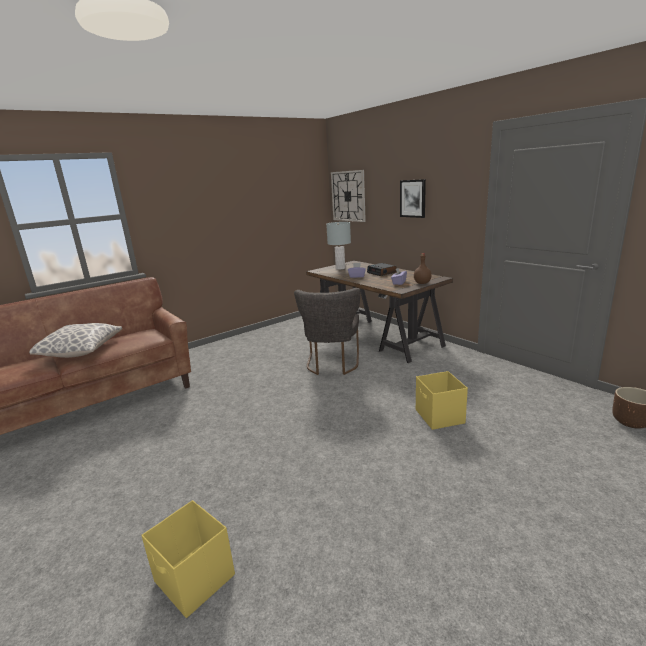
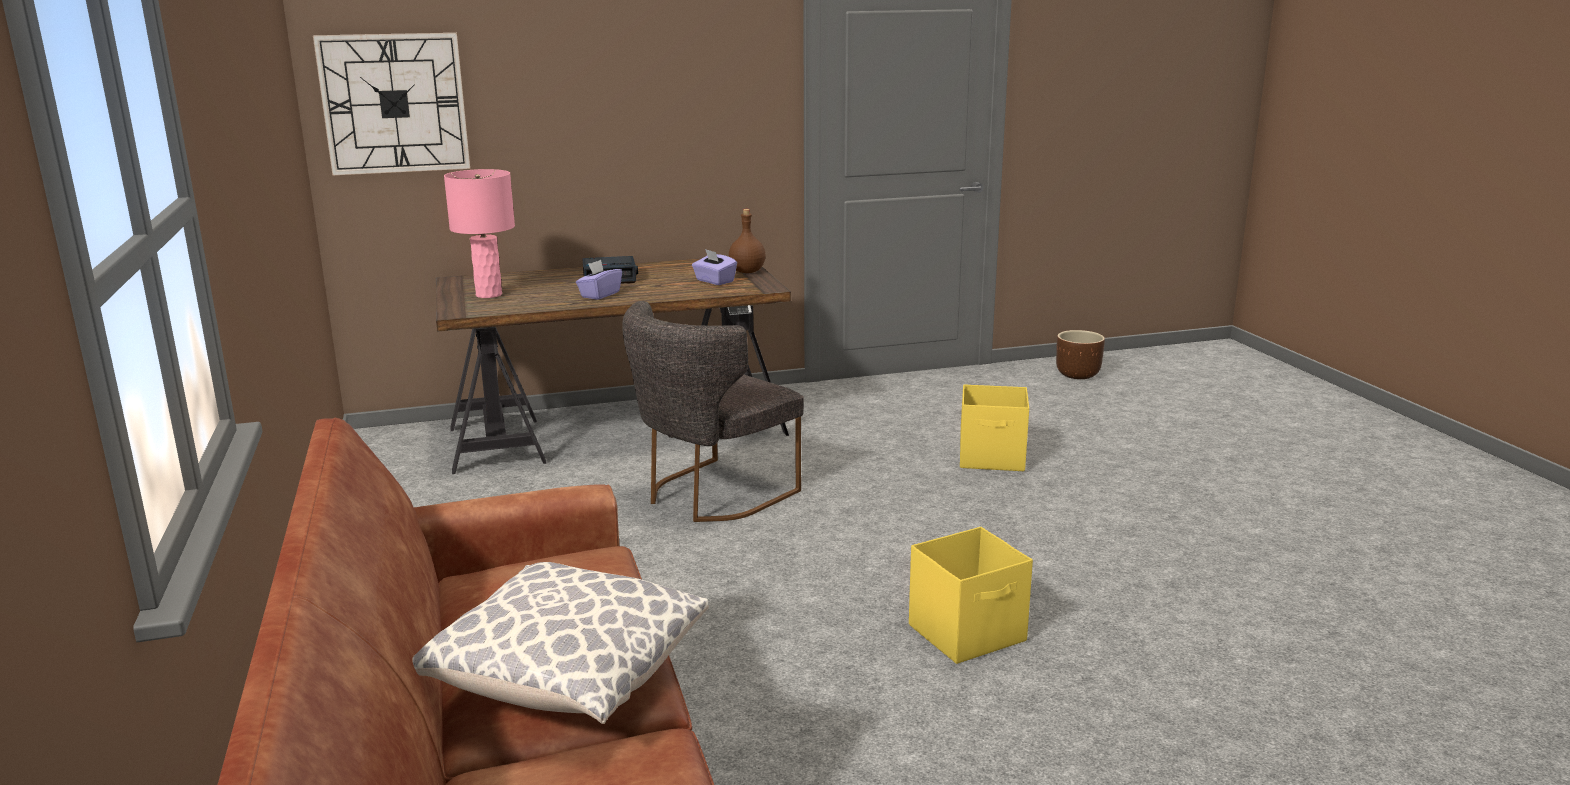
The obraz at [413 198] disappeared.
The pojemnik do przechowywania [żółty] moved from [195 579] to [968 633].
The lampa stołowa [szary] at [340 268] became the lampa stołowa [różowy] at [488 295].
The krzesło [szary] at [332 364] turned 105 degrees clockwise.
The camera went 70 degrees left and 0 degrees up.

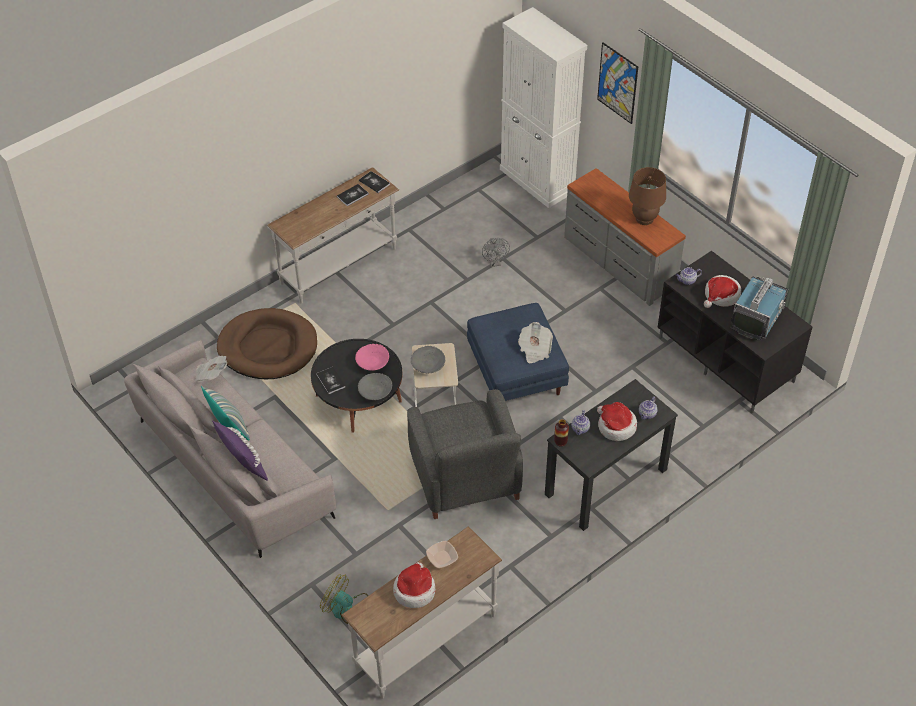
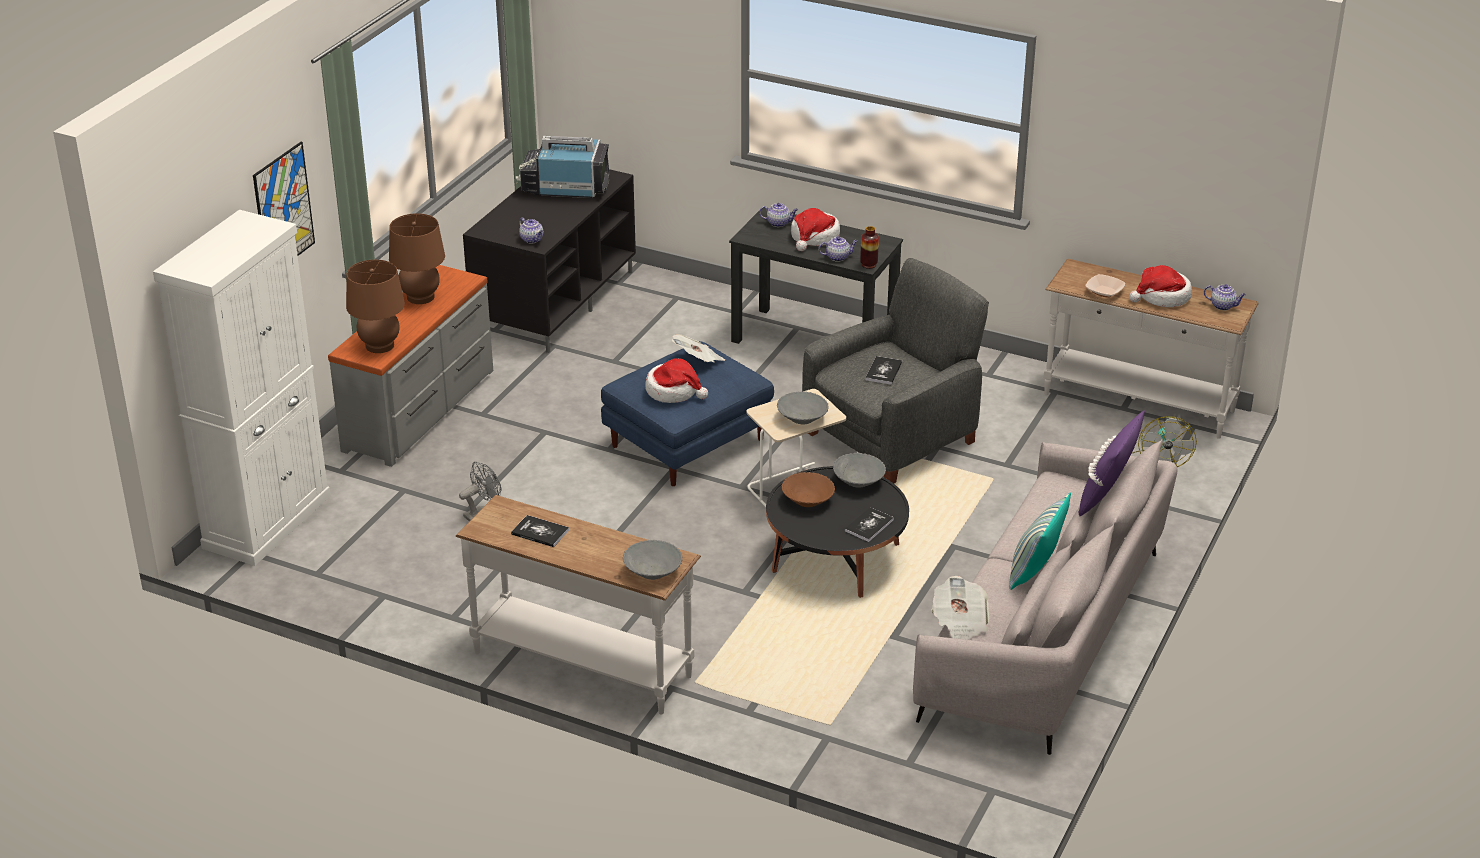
The legowisko [brązowy] at [268 347] disappeared.
The lampa stołowa [brązowy] at [379 345] appeared.
The miska [szary] at [653 571] appeared.
The imbryk at [1223 306] appeared.
The książka moved from [374 182] to [883 371].
The kapelusz moved from [721 296] to [673 391].
The miska [różowy] at [372 363] became the miska [brązowy] at [808 500].
The camera went 115 degrees left and 15 degrees down.

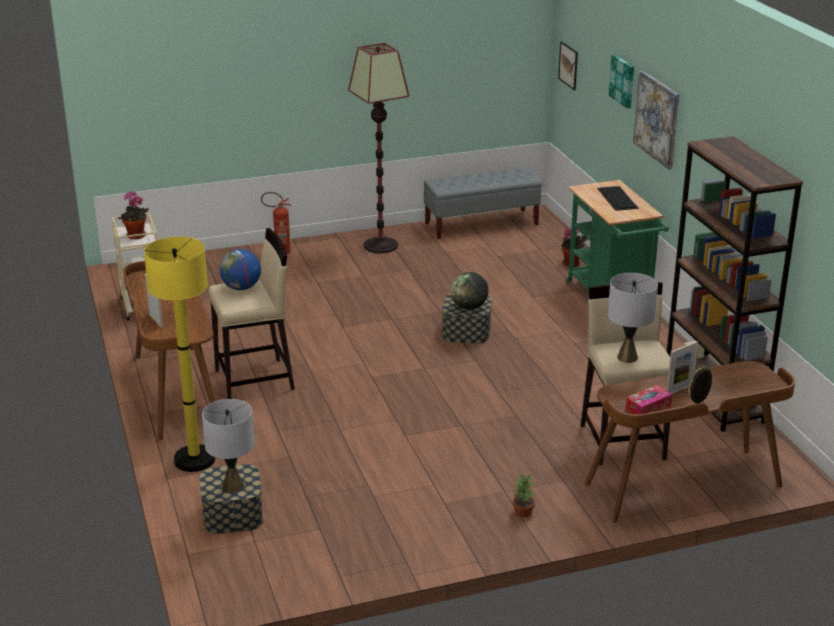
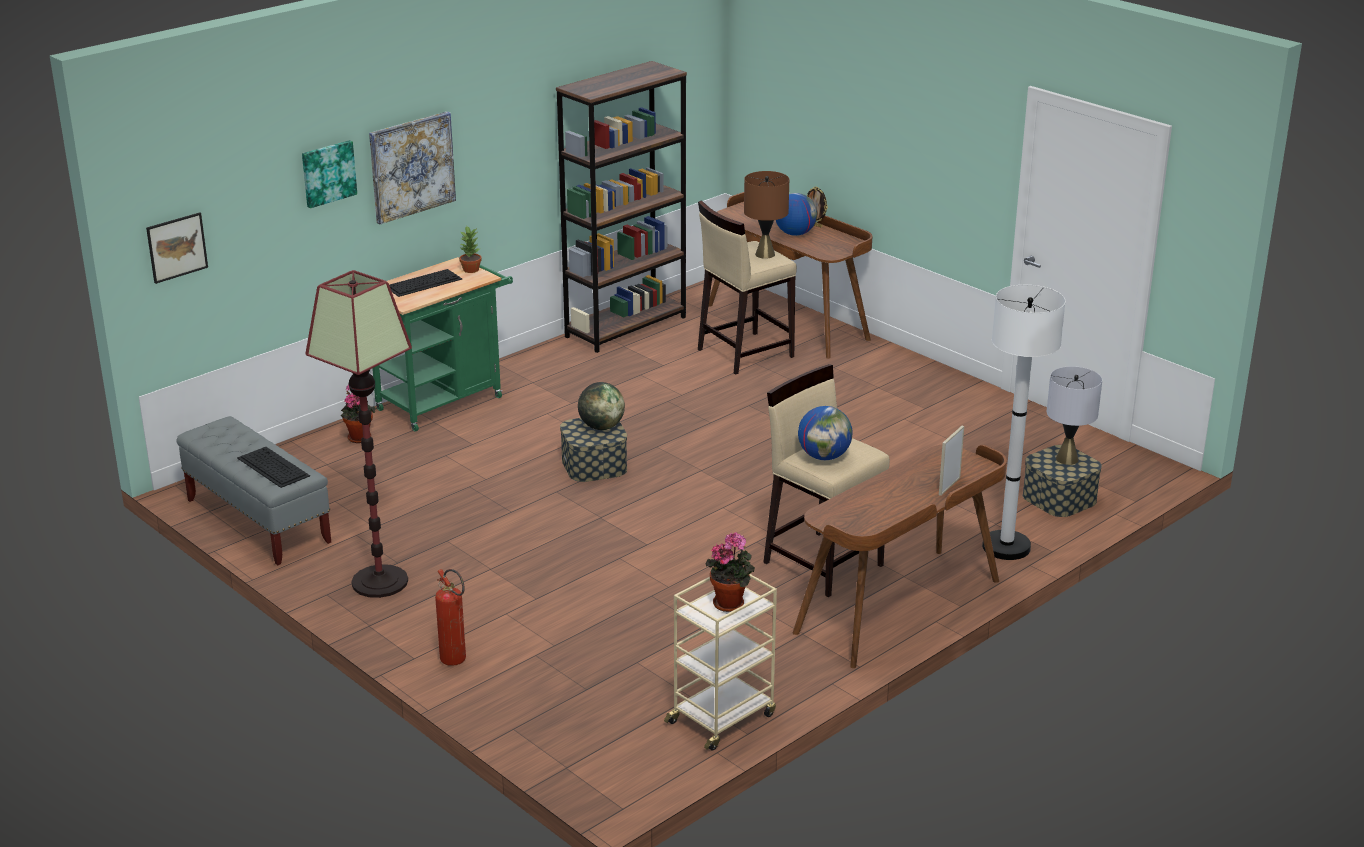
The pudełko chusteczek at [648 407] disappeared.
The klawiatura at [272 467] appeared.
The roślina doniczkowa moved from [523 512] to [471 269].
The ramka na zdjęcie at [679 390] was replaced by the globus at [795 233].
The lampa stojąca [żółty] at [194 460] became the lampa stojąca [biały] at [1006 547].
The lampa stołowa [szary] at [627 357] became the lampa stołowa [brązowy] at [765 254].
The camera went 115 degrees left and 0 degrees up.

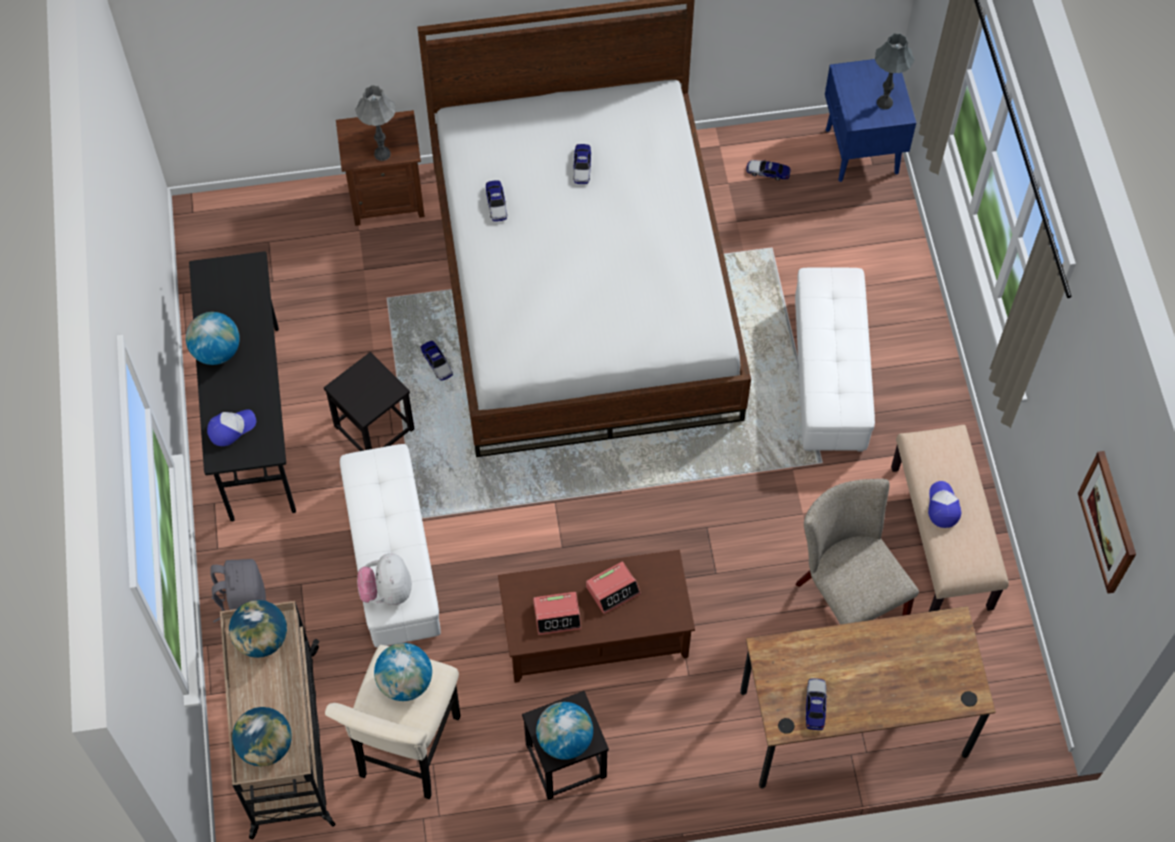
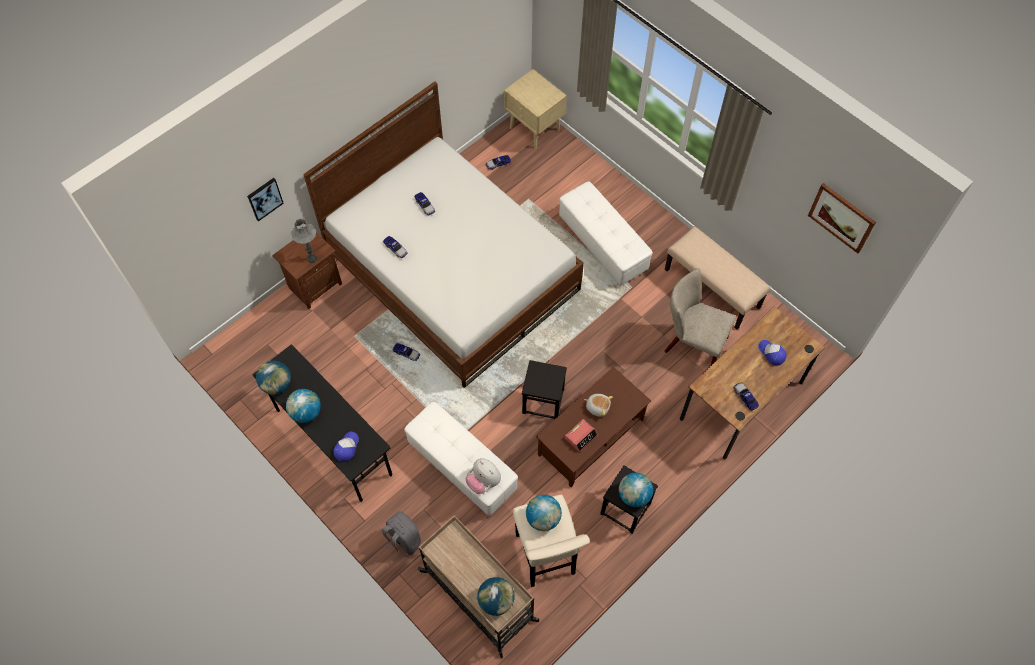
The lampa stołowa [szary] at [884 103] disappeared.
The obraz at [264 198] appeared.
The globus moved from [262 639] to [277 384].
The stołek [czarny] moved from [375 427] to [543 401].
The czapka z daszkiem moved from [942 506] to [771 353].
The budzik at [613 590] was replaced by the pluszak at [597 406].
The szafka nocna [niebieski] at [861 152] became the szafka nocna [beżowy] at [535 129].
The camera went 35 degrees left and 0 degrees up.

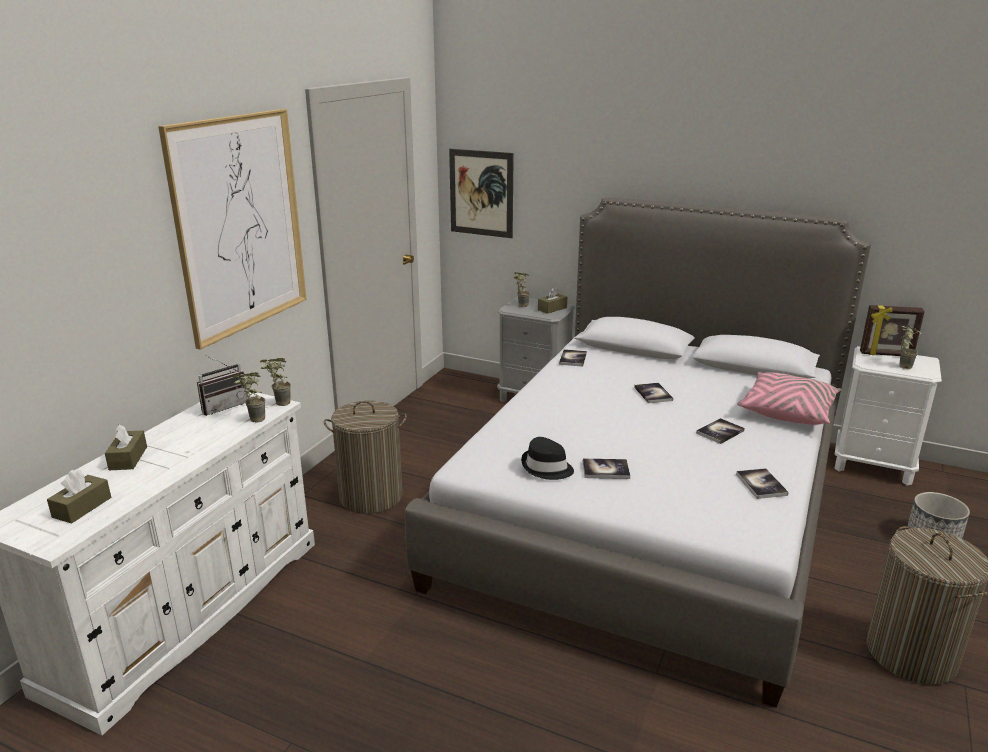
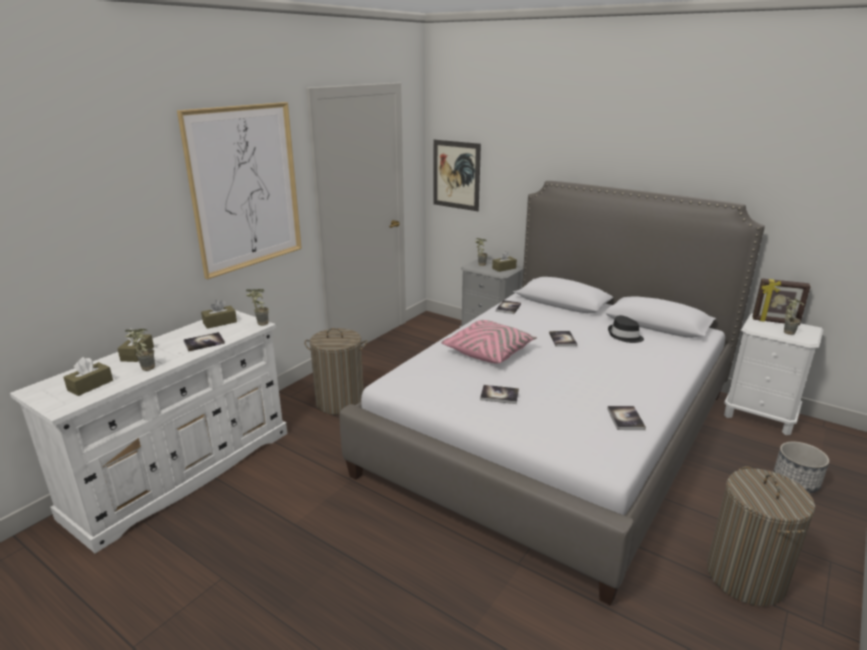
The roślina doniczkowa moved from [253 420] to [144 369].
The kapelusz [czarny] moved from [546 468] to [624 336].
The książka moved from [720 432] to [204 342].
The poduszka [różowy] moved from [787 411] to [489 352].
The radio at [223 406] was replaced by the pudełko chusteczek [brązowy] at [220 322].
The camera went 10 degrees right and 0 degrees up.

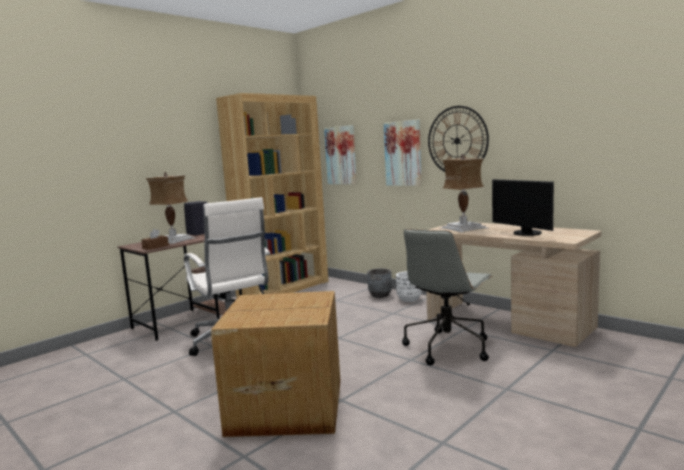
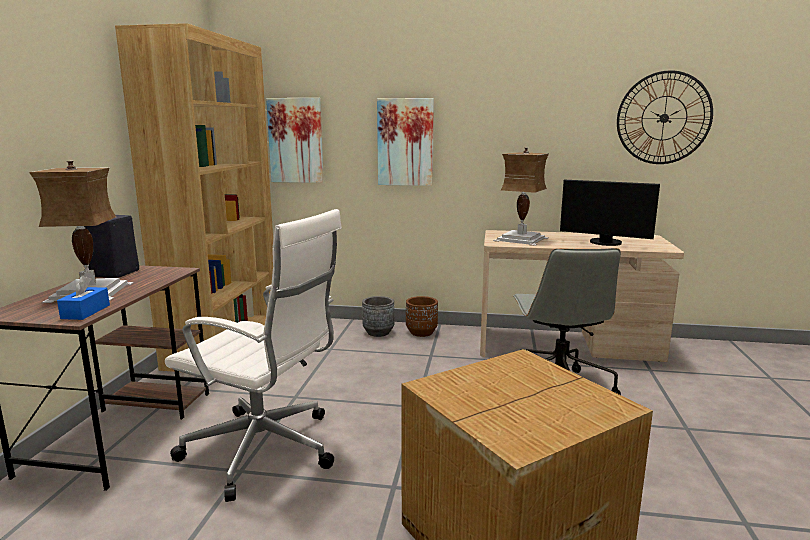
The zegar ścienny moved from [457 141] to [664 118].
The pudełko chusteczek [brązowy] at [155 247] became the pudełko chusteczek [niebieski] at [85 312].
The donica [biały] at [409 299] became the donica [brązowy] at [421 332].
The camera went 35 degrees left and 5 degrees up.

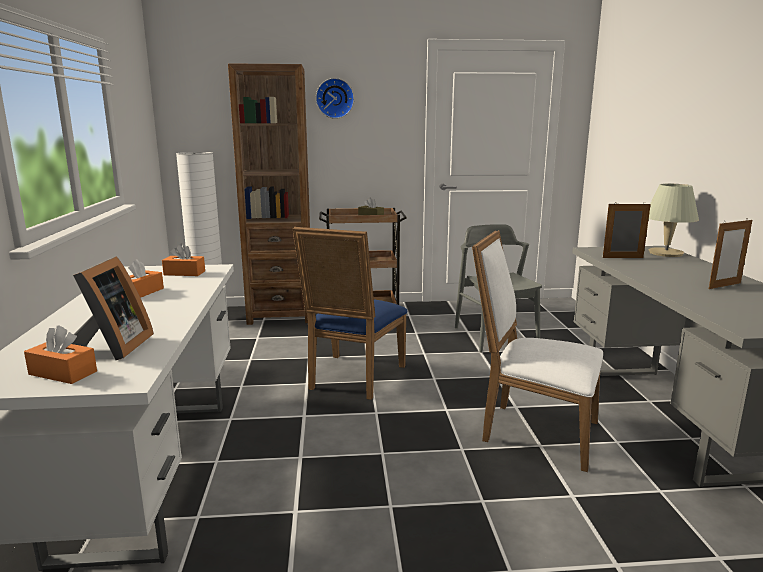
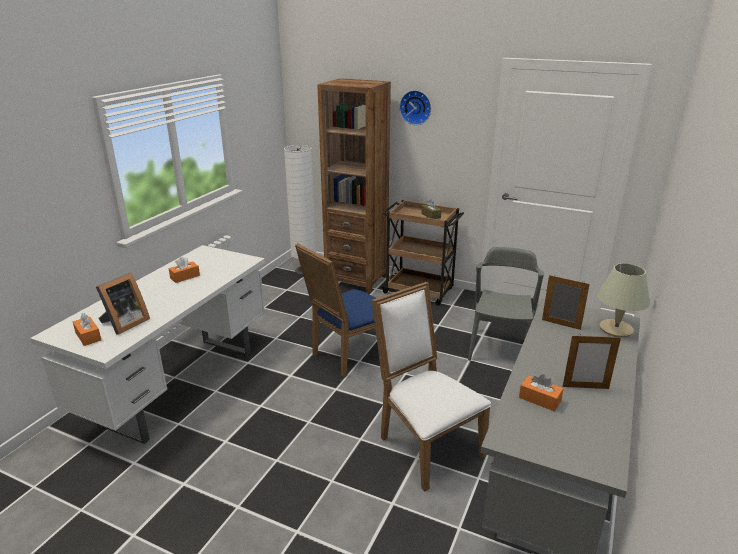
The pudełko chusteczek [pomarańczowy] moved from [184 273] to [539 399].
The camera went 30 degrees right and 10 degrees up.

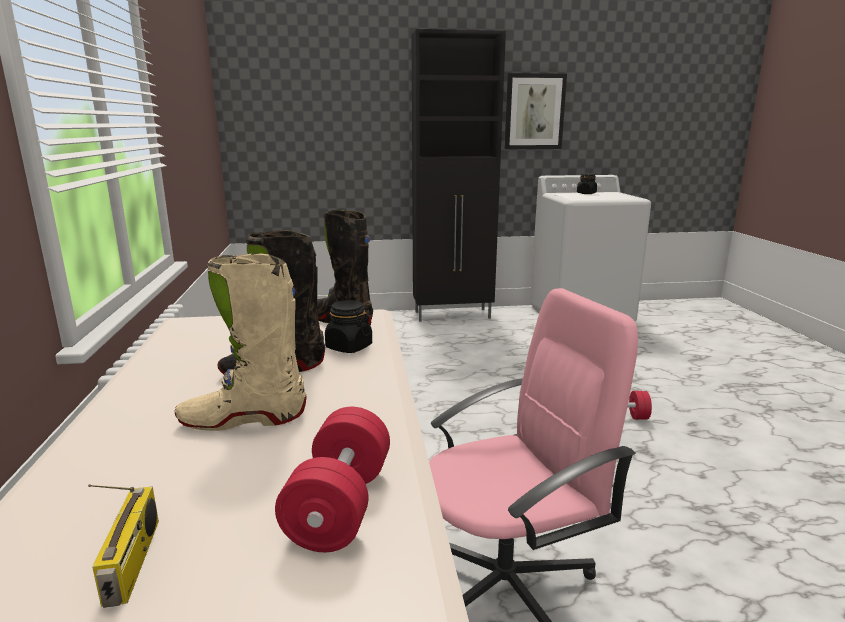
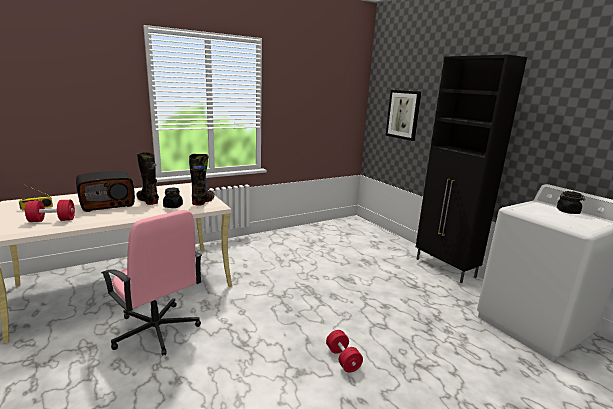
The obraz moved from [534 112] to [403 114].
The but z cholewką [beżowy] at [243 419] was replaced by the radio at [107 204].
The camera went 65 degrees right and 0 degrees up.

